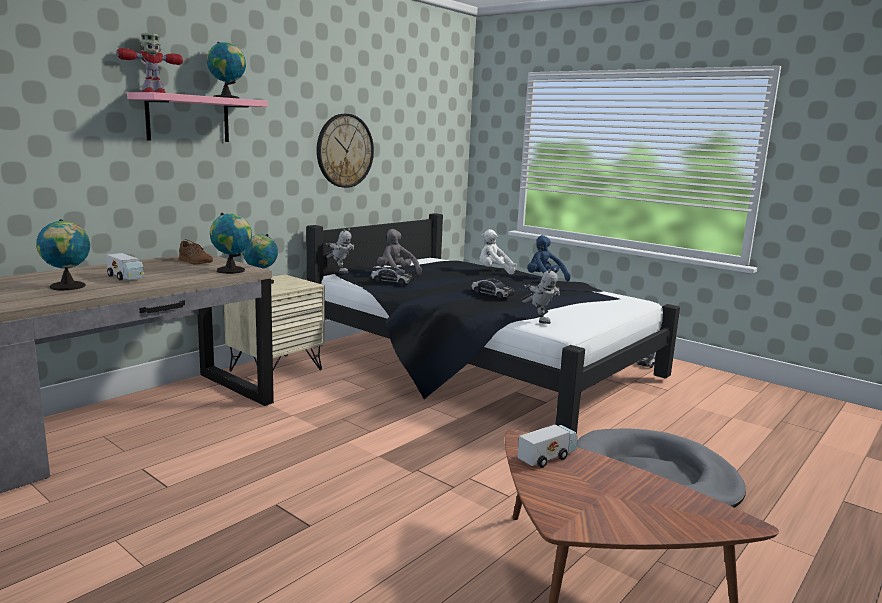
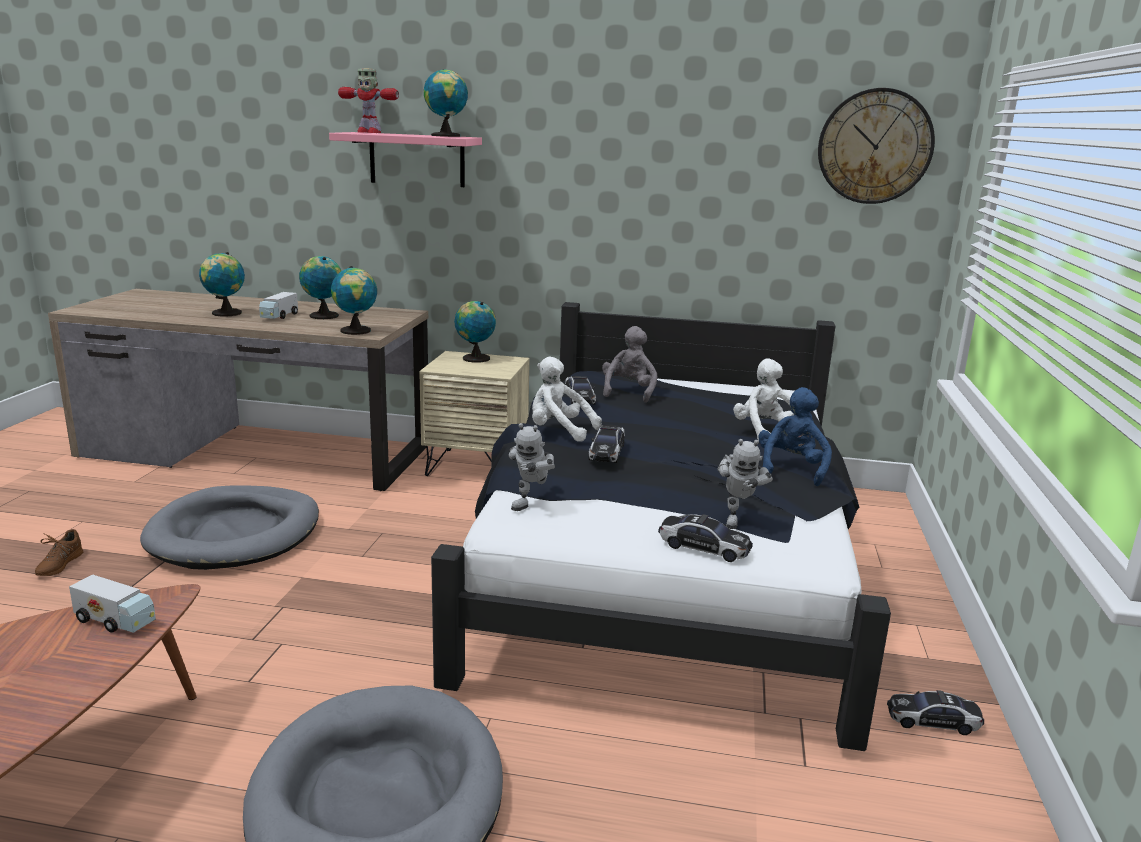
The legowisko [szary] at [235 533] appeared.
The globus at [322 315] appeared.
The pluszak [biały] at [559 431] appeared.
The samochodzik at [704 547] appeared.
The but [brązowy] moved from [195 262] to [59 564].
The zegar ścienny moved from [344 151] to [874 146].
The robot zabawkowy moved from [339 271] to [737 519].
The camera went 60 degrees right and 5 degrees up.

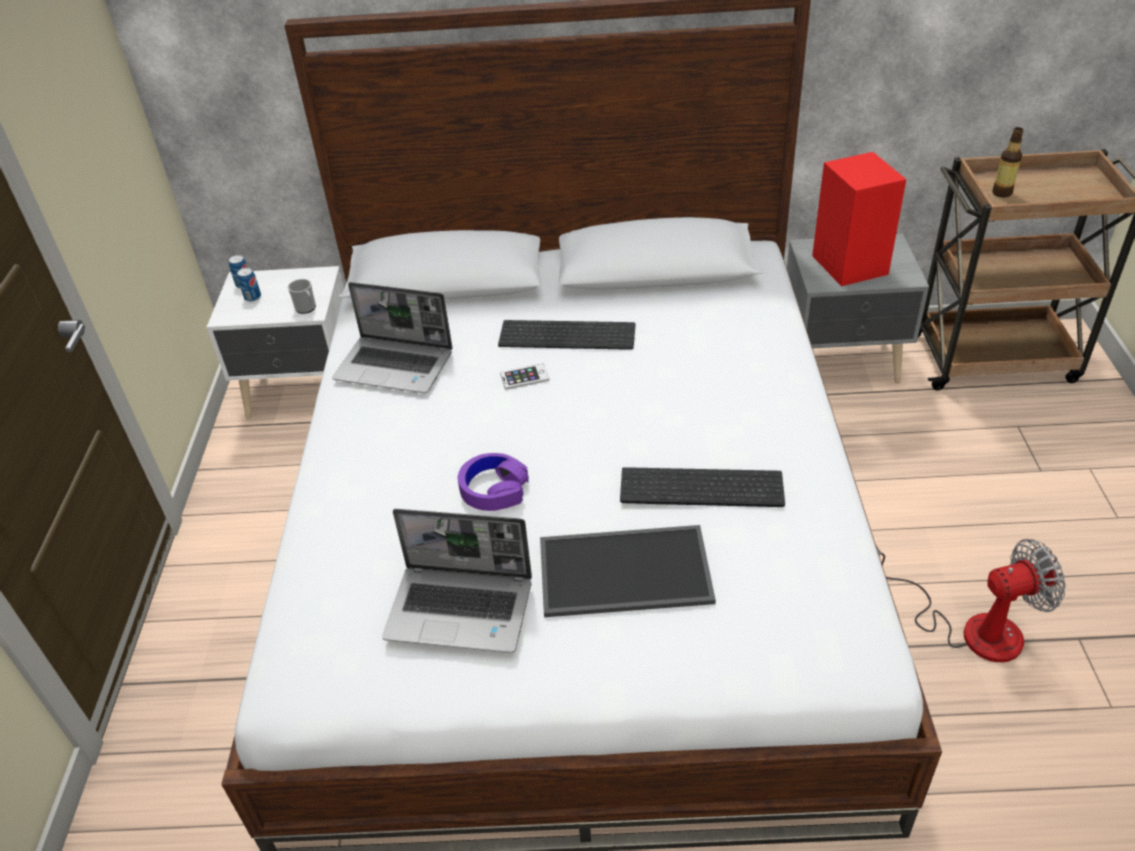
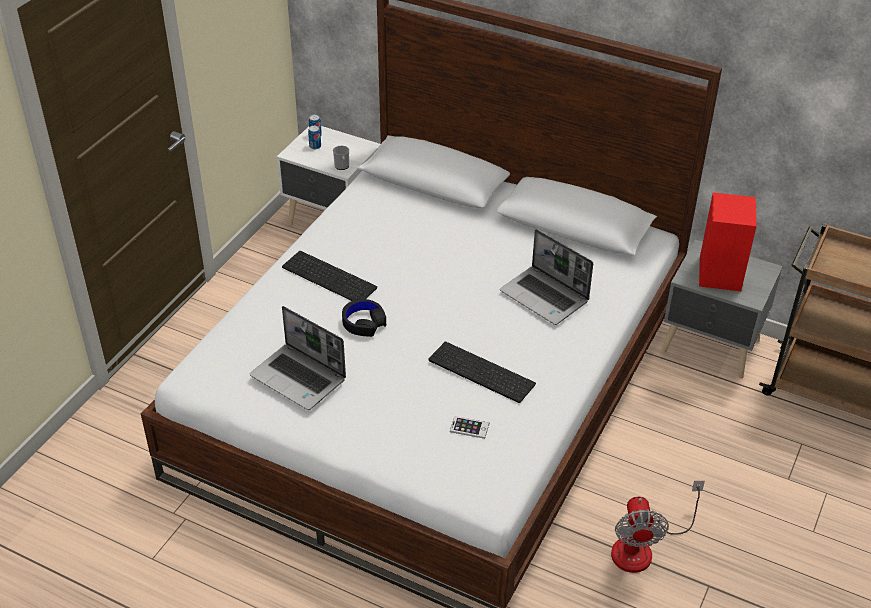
The taca at [623 573] disappeared.
The butelka at [1002 193] disappeared.
The laptop moved from [396 366] to [545 297].
The klawiatura moved from [569 334] to [331 277].
The telefon moved from [524 377] to [469 428].
The słuchawki [fioletowy] at [494 489] became the słuchawki [czarny] at [363 322].
The wentylator at [971 627] turned 75 degrees clockwise.
The camera went 25 degrees right and 0 degrees up.

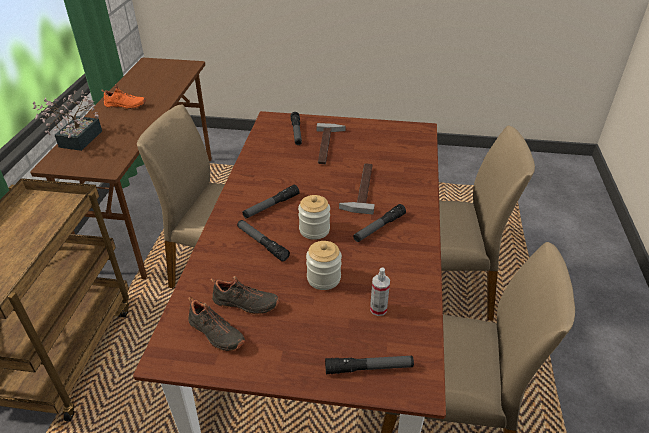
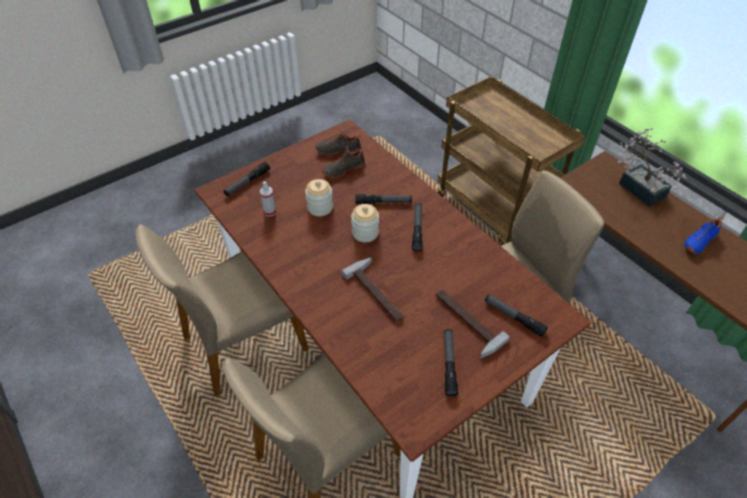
The latarka moved from [379 227] to [449 364].
The but [pomarańczowy] at [125 106] became the but [niebieski] at [698 241].
The camera went 135 degrees right and 10 degrees up.

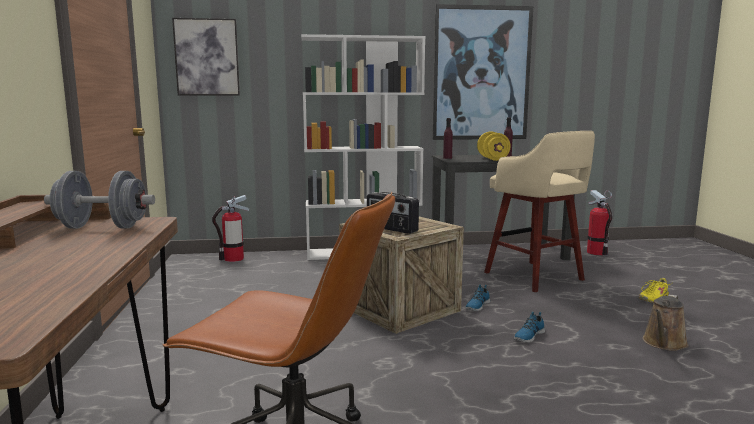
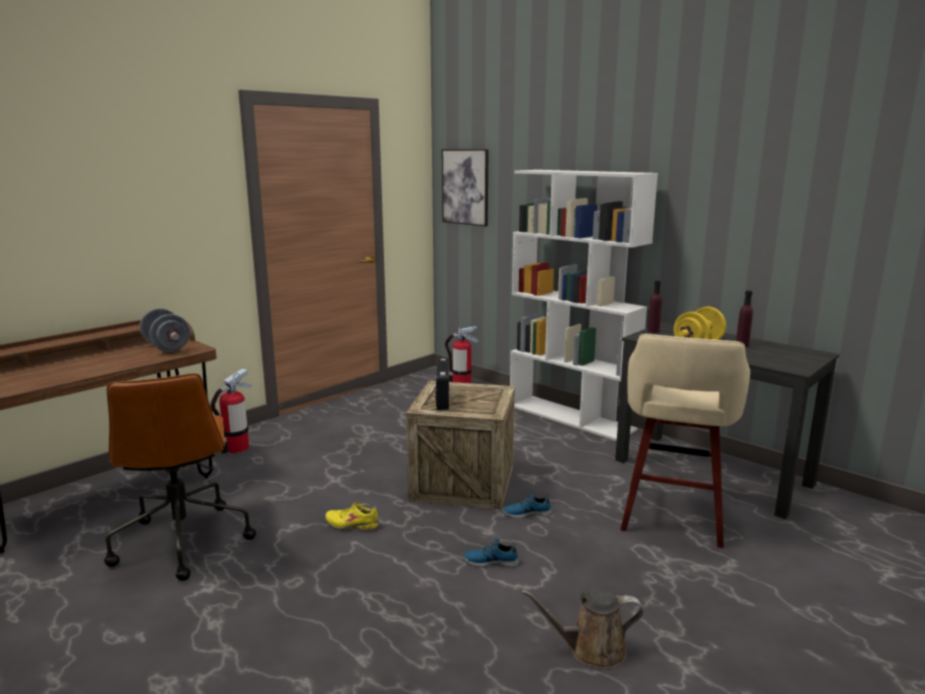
The obraz at [481 74] disappeared.
The gaśnica moved from [597 252] to [236 448].
The but [żółty] moved from [653 298] to [352 524].
The camera went 50 degrees right and 5 degrees up.

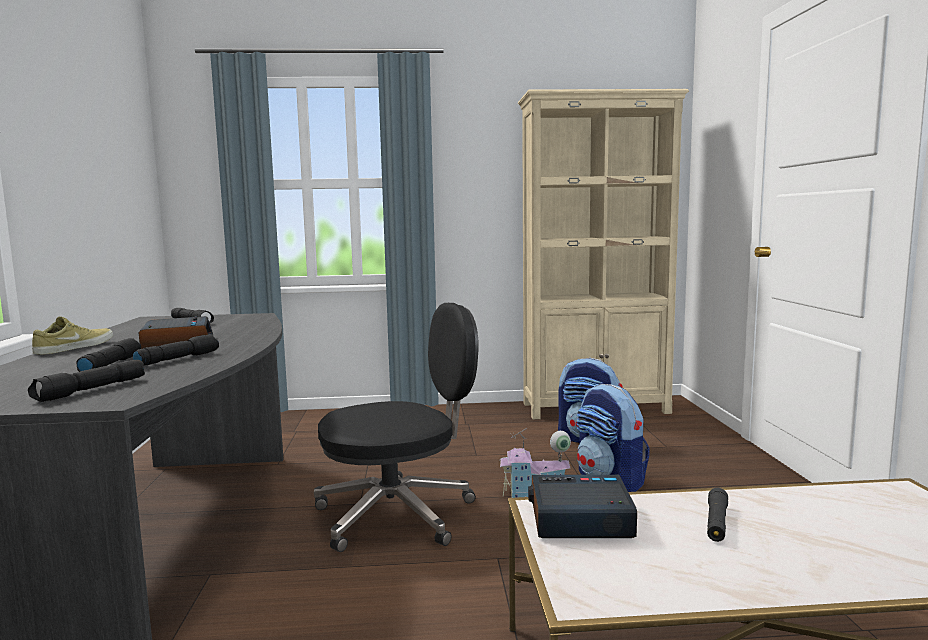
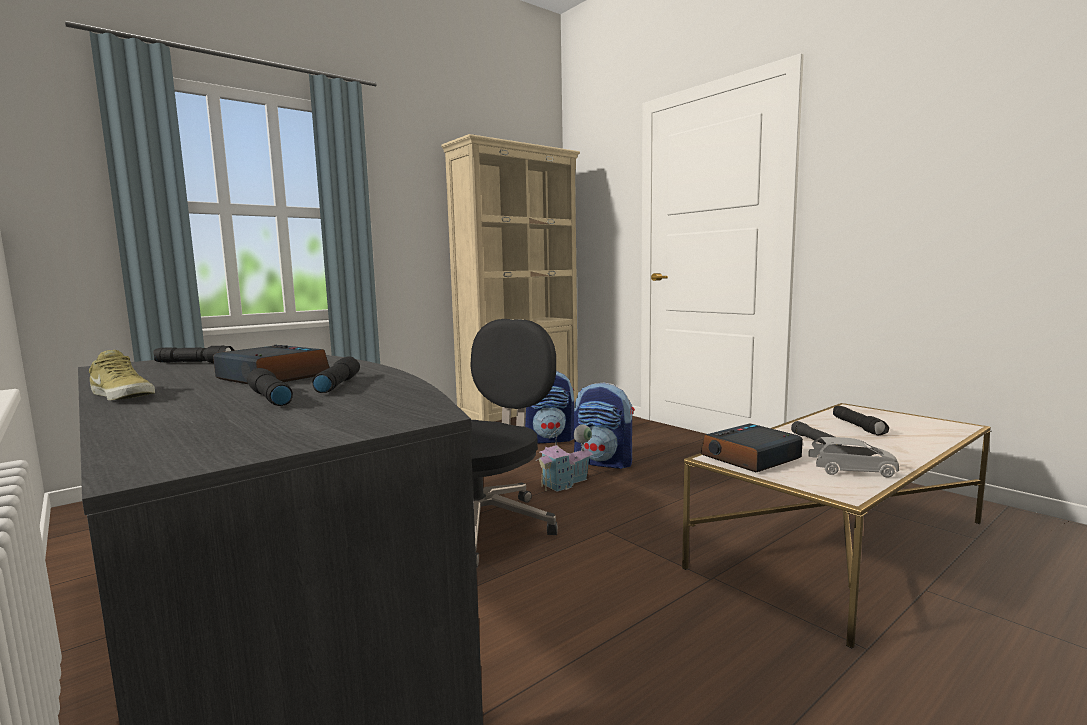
The samochodzik [szary] at [852 471] appeared.
The latarka [czarny] moved from [91 390] to [859 427].
The but [beżowy] at [74 347] turned 135 degrees clockwise.
The camera went 35 degrees left and 0 degrees up.

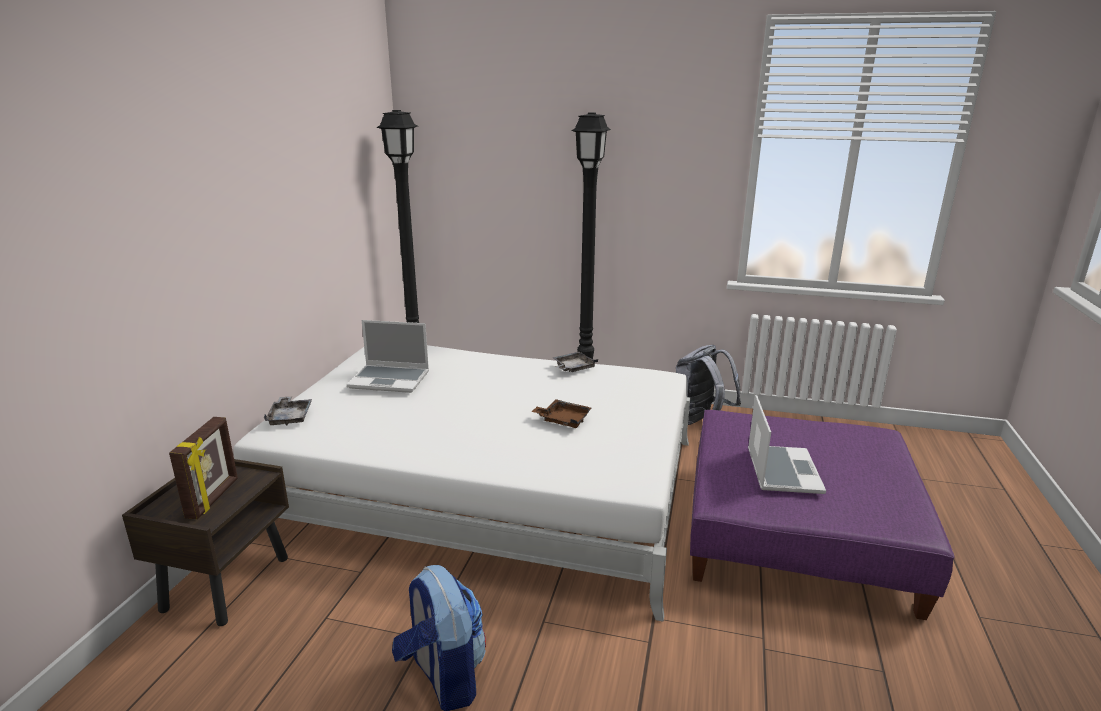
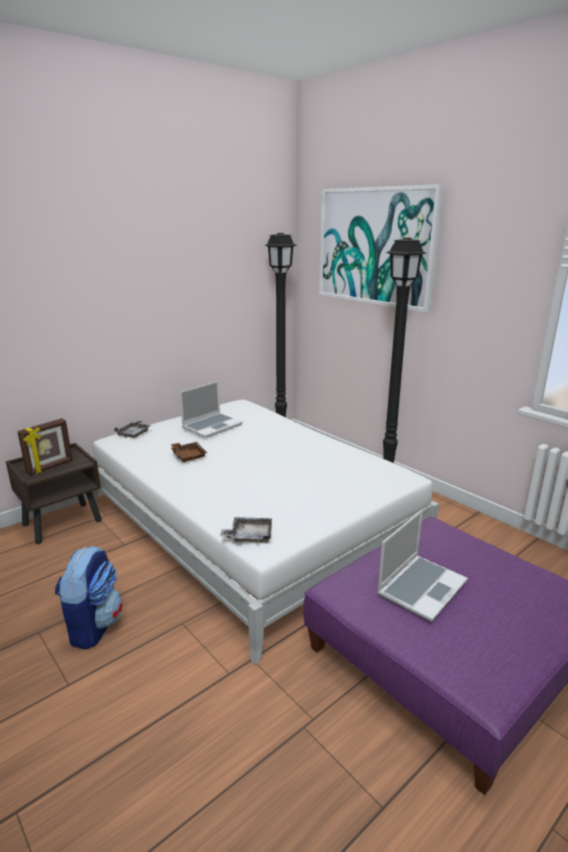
The plecak [szary] at [699 421] disappeared.
The obraz at [375 246] appeared.
The taca [brązowy] moved from [563 420] to [188 456].
The taca [szary] moved from [573 368] to [249 536].
The laptop at [390 380] turned 90 degrees counterclockwise.
The camera went 35 degrees right and 0 degrees up.

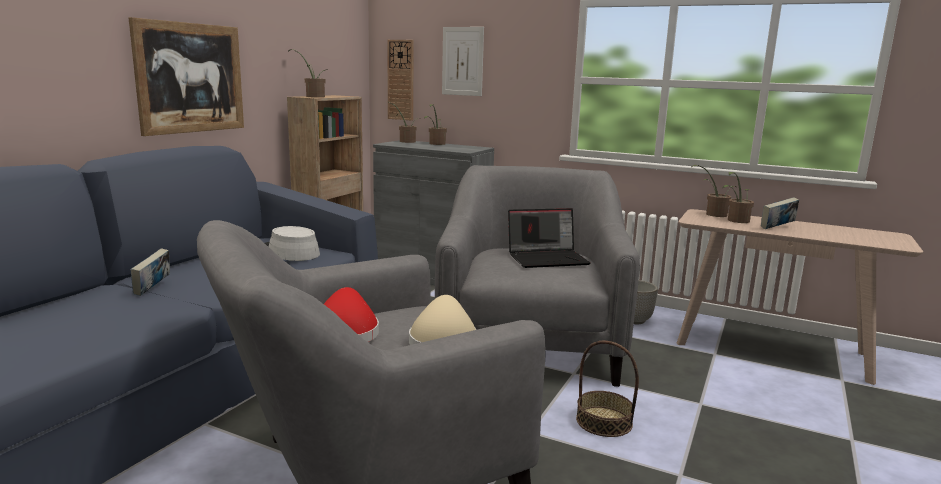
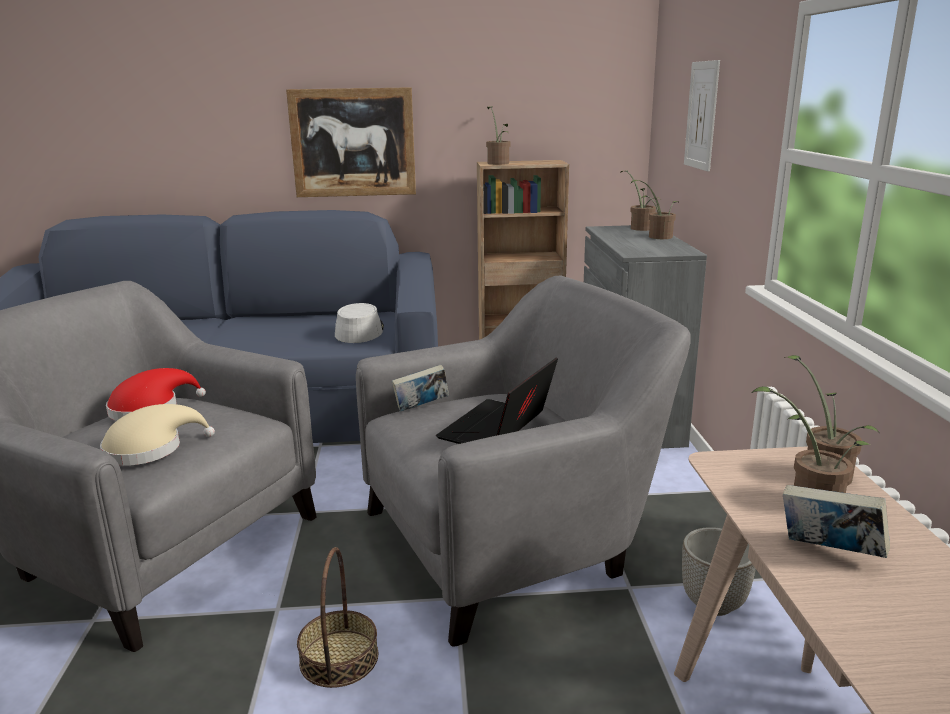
The zegar ścienny at [401 80] disappeared.
The książka moved from [153 289] to [421 407].
The laptop at [548 258] turned 75 degrees clockwise.
The camera went 60 degrees right and 5 degrees up.

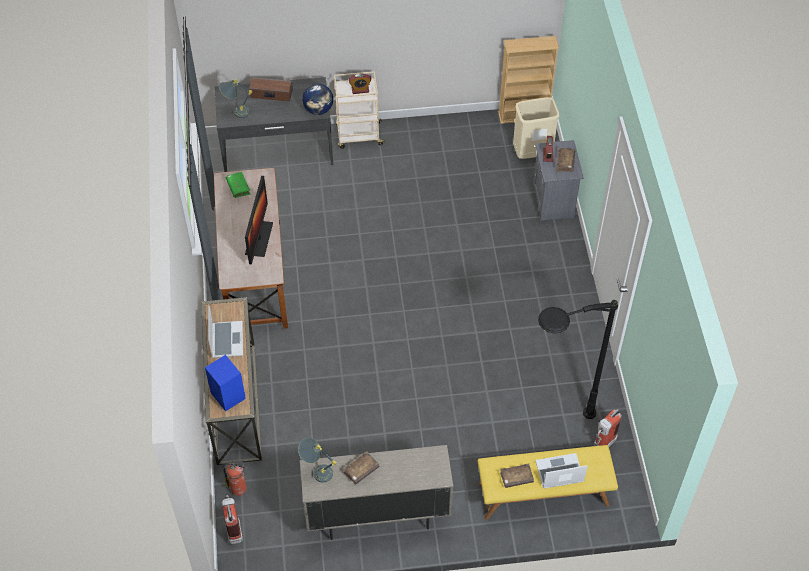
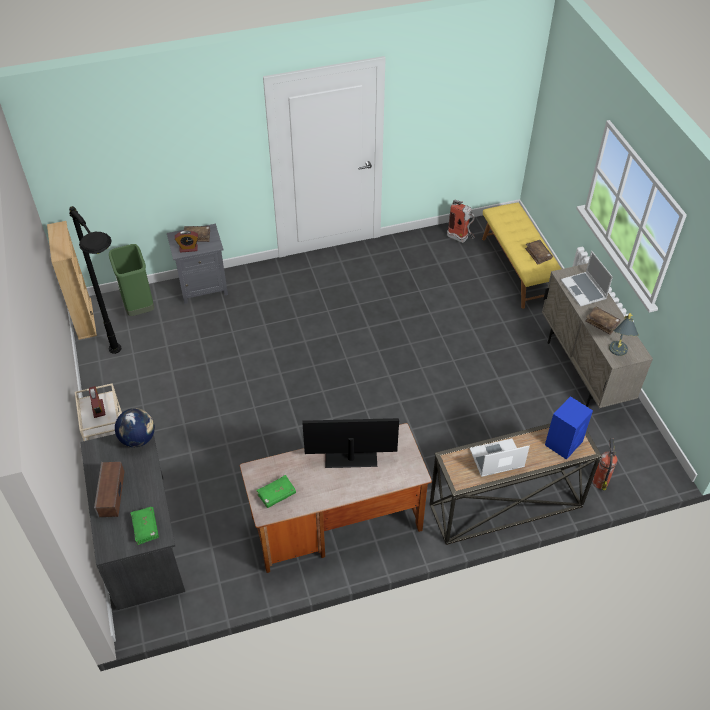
The gaśnica at [233 528] disappeared.
The laptop moved from [559 472] to [584 290].
The lampa stojąca [czarny] moved from [551 427] to [130 375].
The lampa stołowa [szary] at [235 112] was replaced by the książka [zielony] at [145 528].
The kosz na śmieci [beżowy] at [532 153] became the kosz na śmieci [zielony] at [139 307].
The camera went 100 degrees left and 5 degrees down.

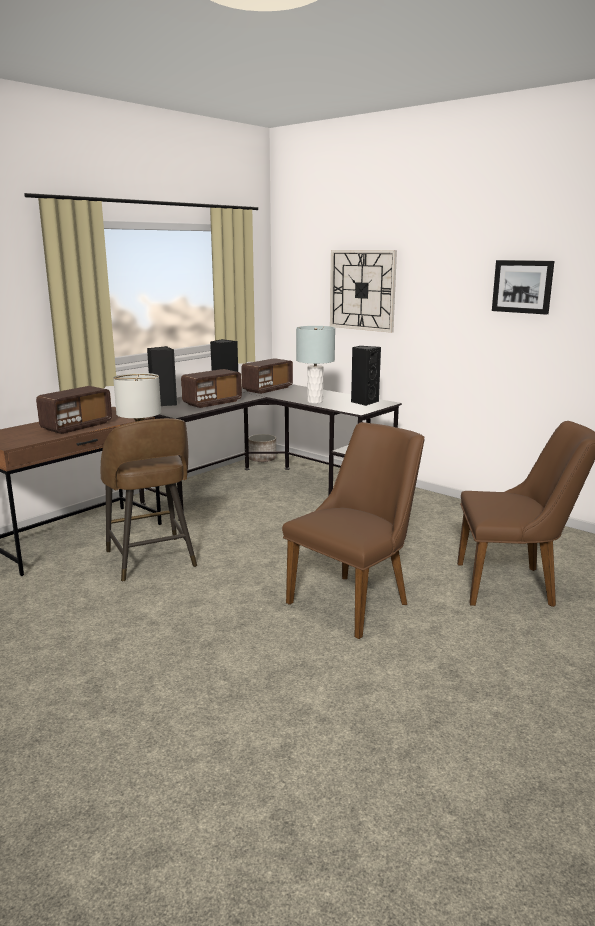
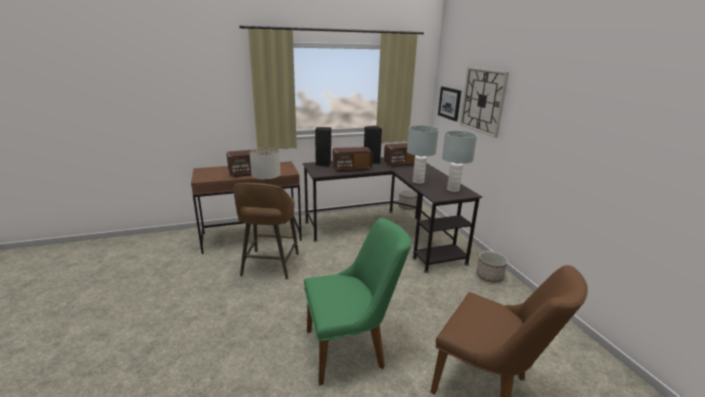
The donica at [489 276] appeared.
The obraz moved from [522 286] to [450 103].
The głośnik [czarny] at [364 402] was replaced by the lampa stołowa [szary] at [453 189].
The krzesło [brązowy] at [356 600] became the krzesło [zielony] at [352 348].
The camera went 30 degrees right and 5 degrees up.

